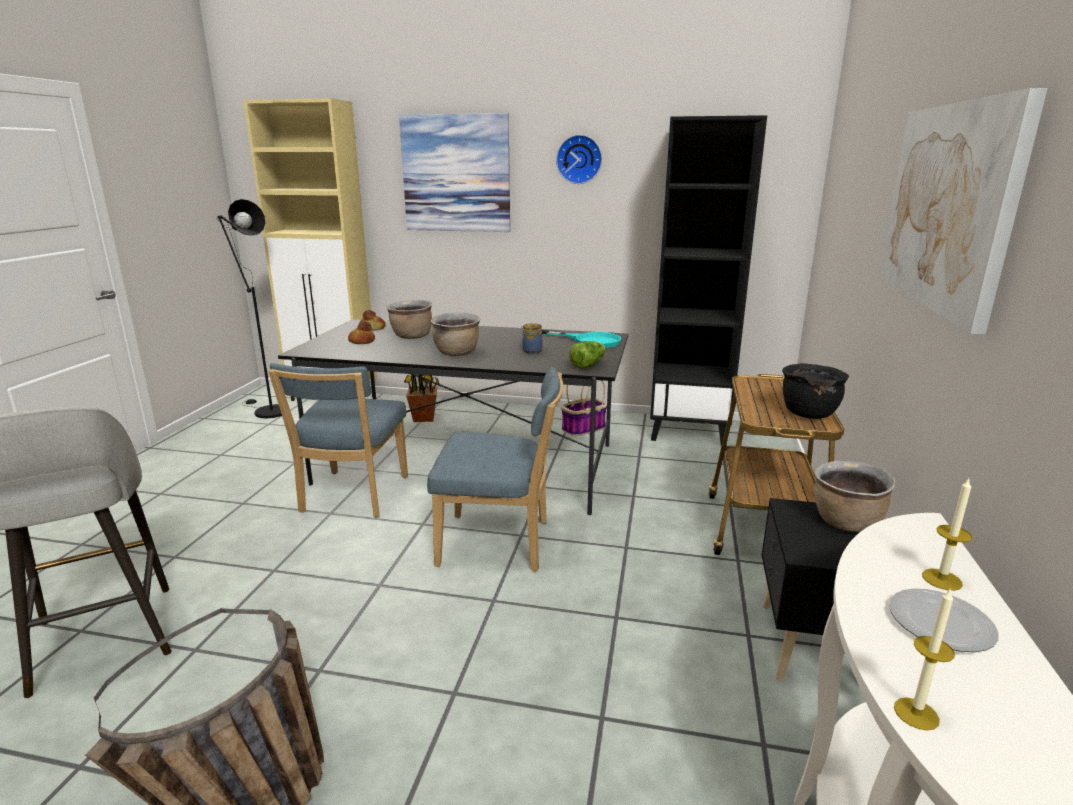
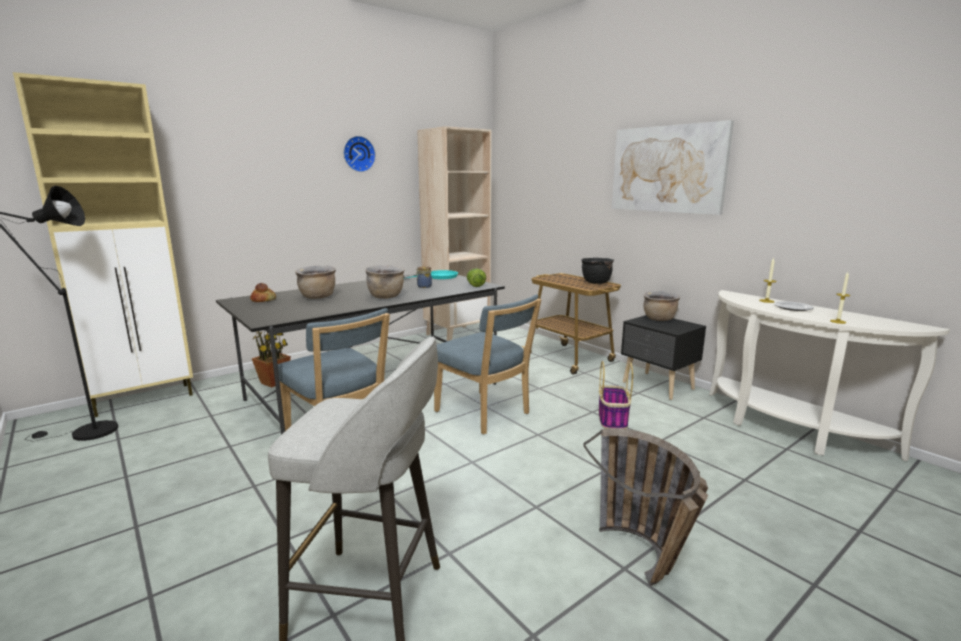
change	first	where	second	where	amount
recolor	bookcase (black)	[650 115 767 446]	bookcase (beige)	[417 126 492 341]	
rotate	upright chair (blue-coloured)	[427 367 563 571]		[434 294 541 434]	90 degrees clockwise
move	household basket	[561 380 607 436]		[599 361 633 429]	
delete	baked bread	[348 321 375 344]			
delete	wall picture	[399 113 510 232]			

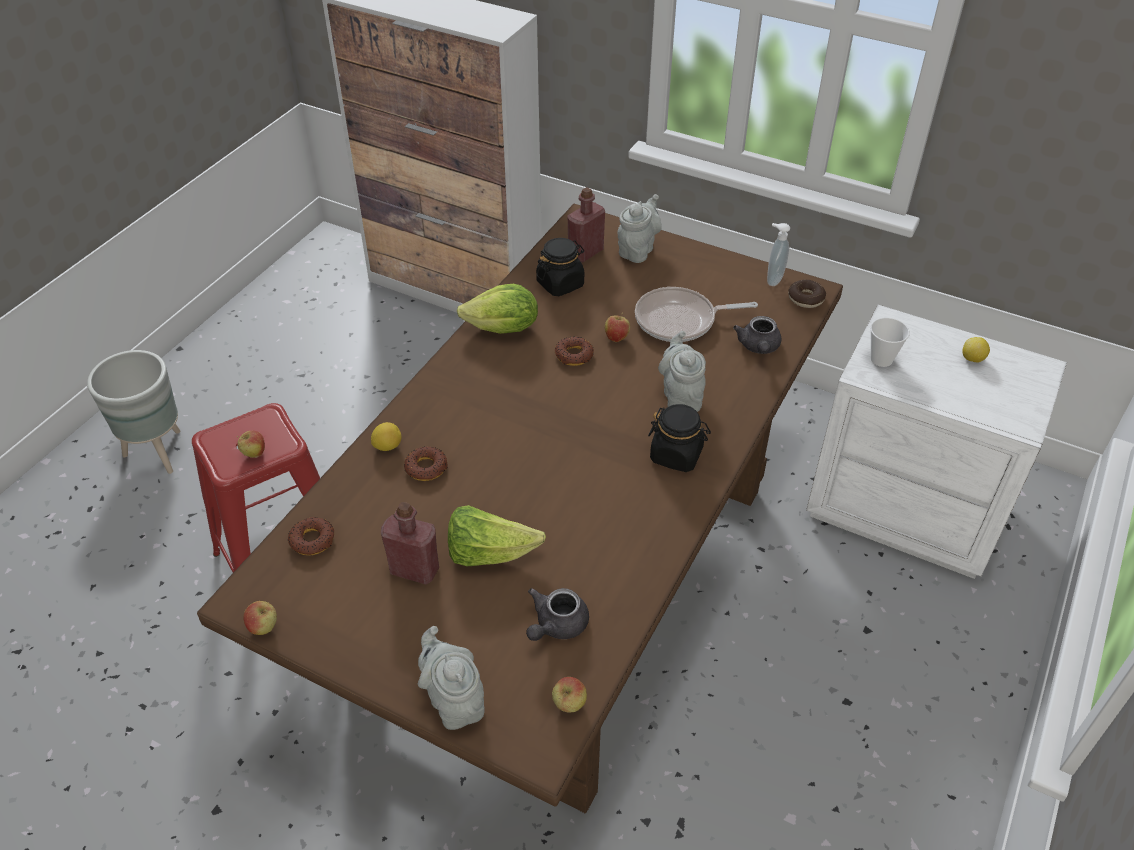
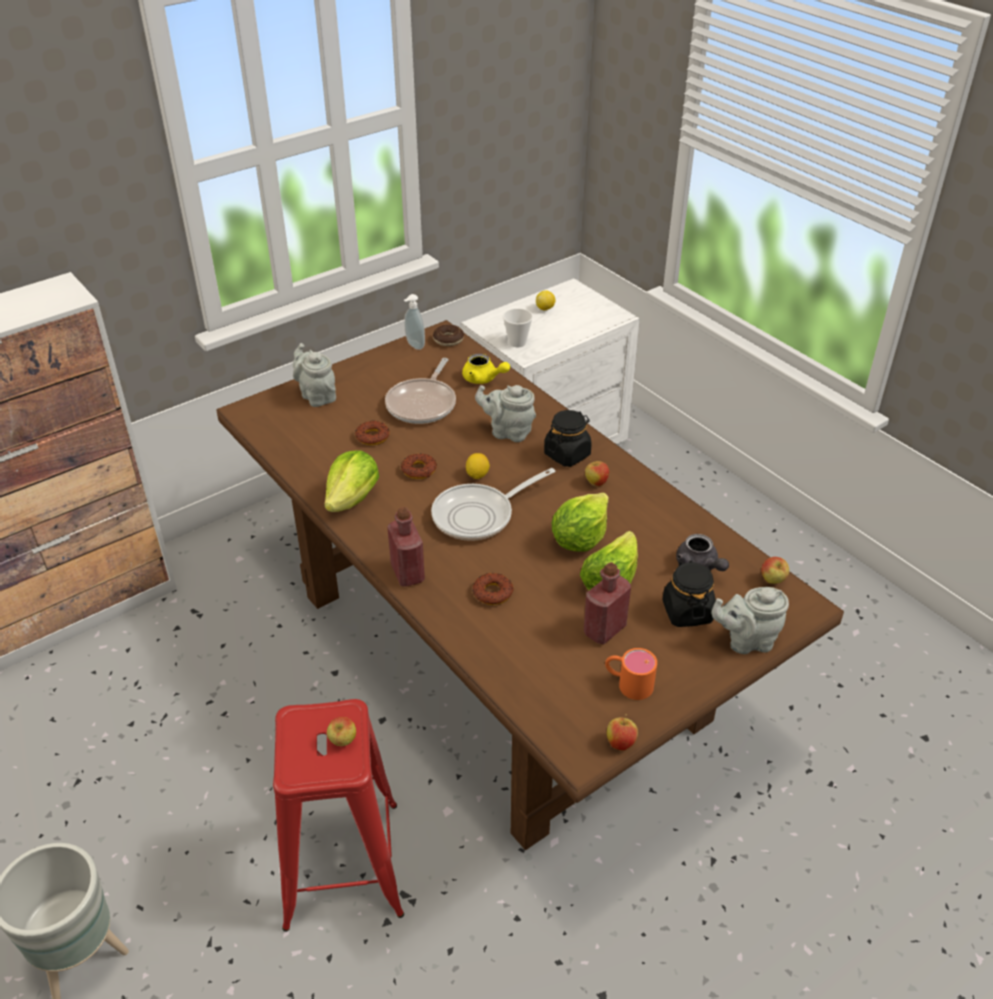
change	first	where	second	where	amount
move	ring doughnut	[288 517 334 555]		[355 420 390 445]	
move	drink bottle (red)	[568 187 605 262]		[387 507 425 587]	
insert			pan	[431 468 555 541]	
recolor	teapot (greyish)	[733 316 781 354]	teapot (yellow)	[462 354 510 384]	
move	whole lemon	[371 422 402 451]		[466 453 490 479]	
insert			lettuce	[552 493 609 551]	
move	whole apple	[605 312 630 342]		[585 459 609 487]	
insert			tea mug (orangey)	[605 648 657 700]	
move	jar (black)	[536 238 584 296]		[662 561 716 627]	

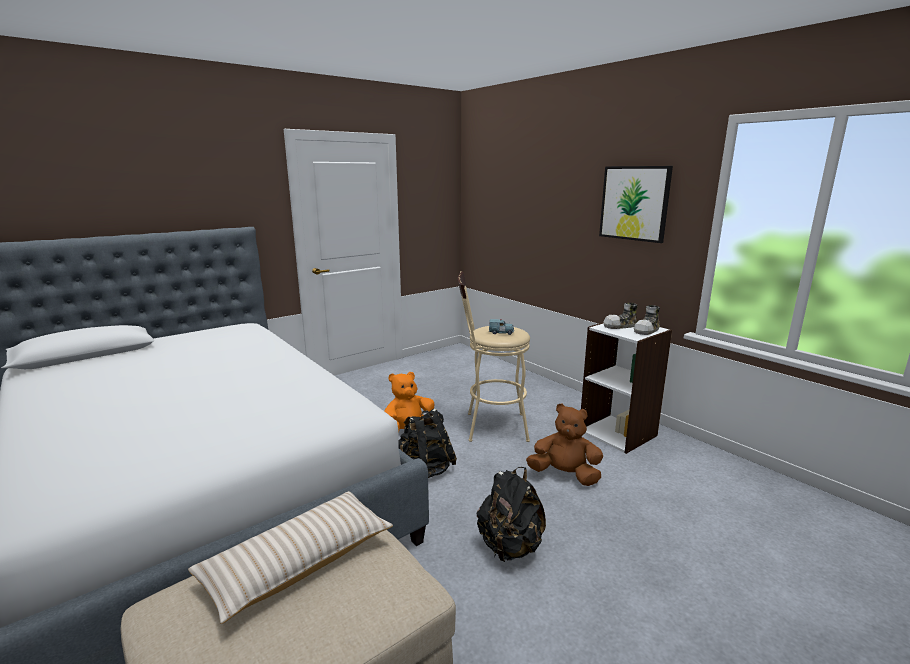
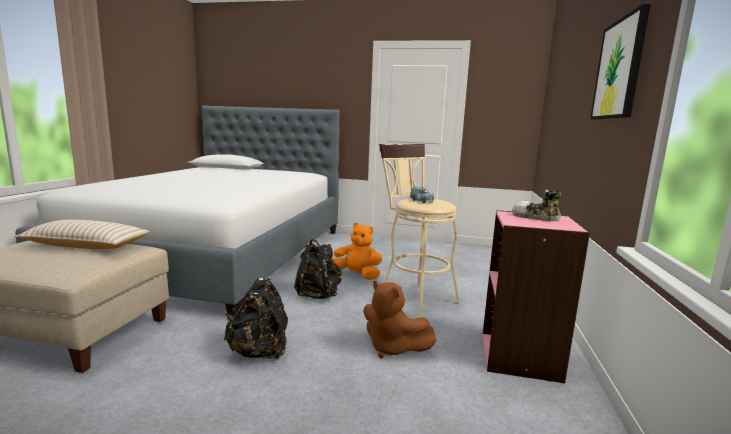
change	first	where	second	where	amount
rotate	soft toy (brown)	[526 404 603 486]		[363 280 436 358]	150 degrees clockwise
recolor	bookcase (white-coloured)	[581 323 672 454]	bookcase (pink)	[482 210 590 383]	
delete	low shoe	[634 305 660 335]			

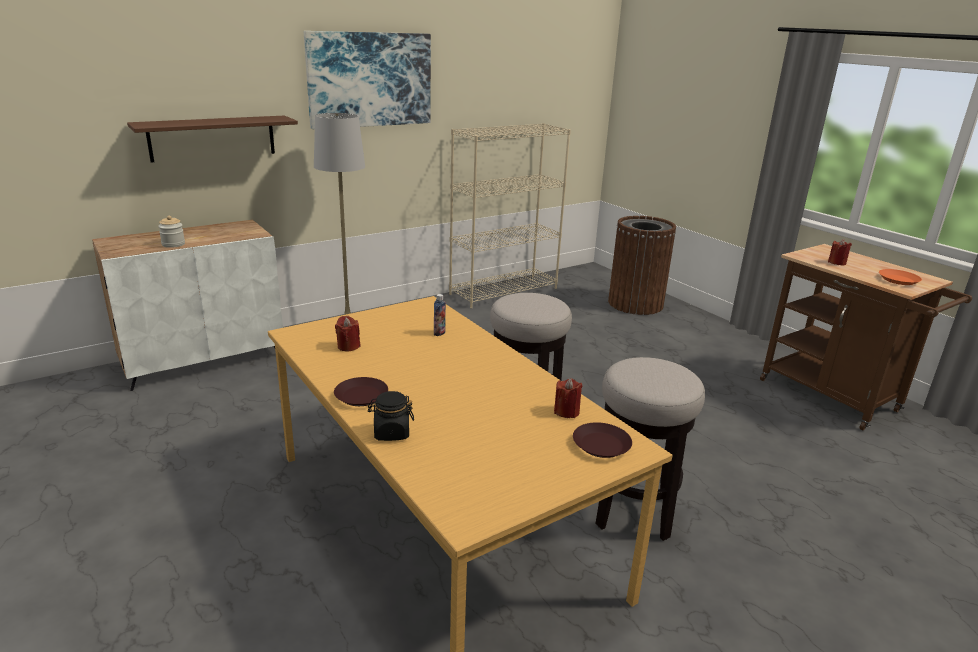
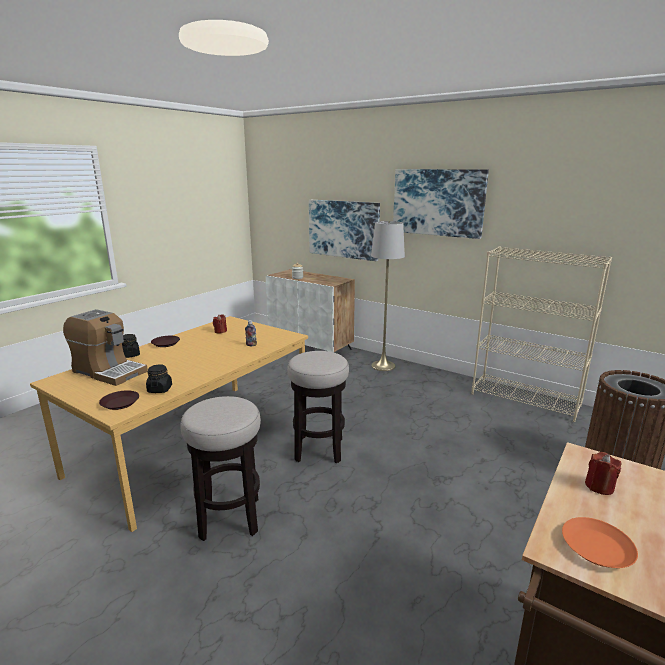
change	first	where	second	where	amount
insert			coffee maker	[63 309 148 386]	
replace	wax candle (red)	[554 378 583 418]	jar (black)	[146 364 172 393]	
replace	bracket shelf (brown)	[127 116 298 163]	wall picture	[309 200 380 261]	

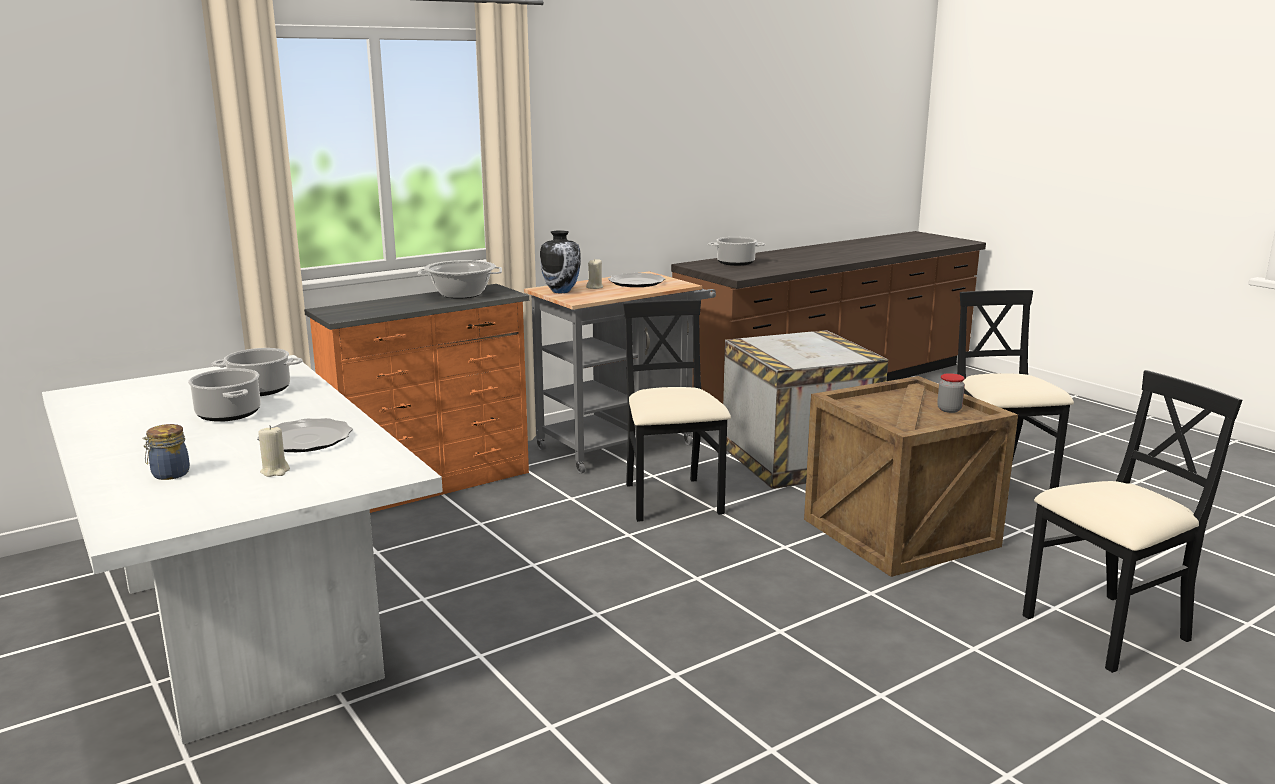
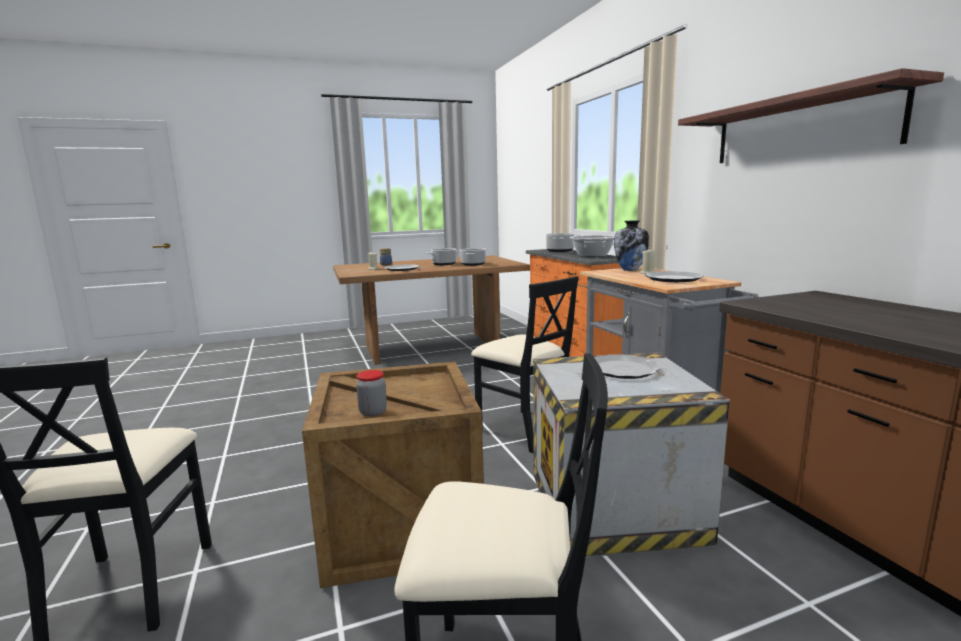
change	first	where	second	where	amount
recolor	dining table (white-coloured)	[42 355 443 744]	dining table (brown)	[333 255 530 365]	
rotate	upright chair (black)	[623 300 731 522]		[471 276 579 453]	45 degrees clockwise
move	cooking pot	[708 237 765 266]		[546 233 575 252]	
insert			flat dish	[595 354 661 379]	
insert			bracket shelf	[678 68 944 163]	

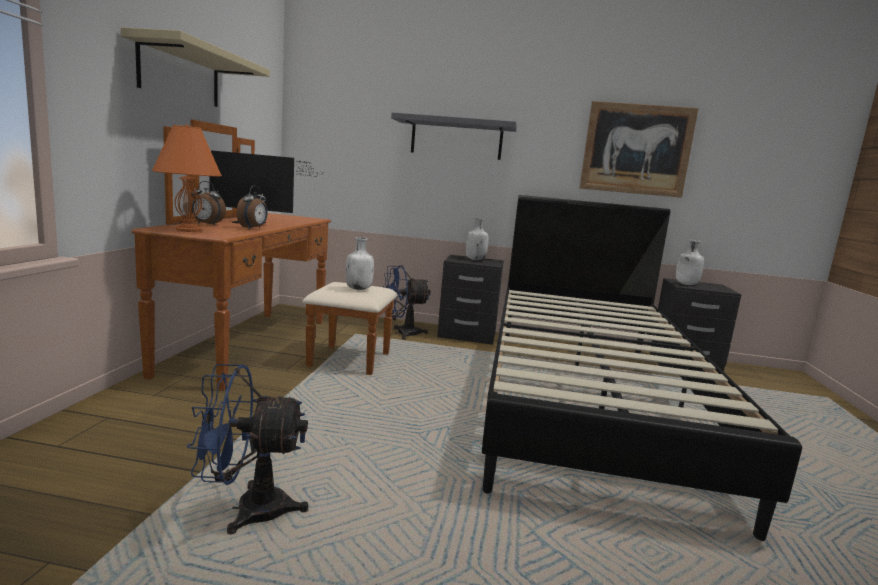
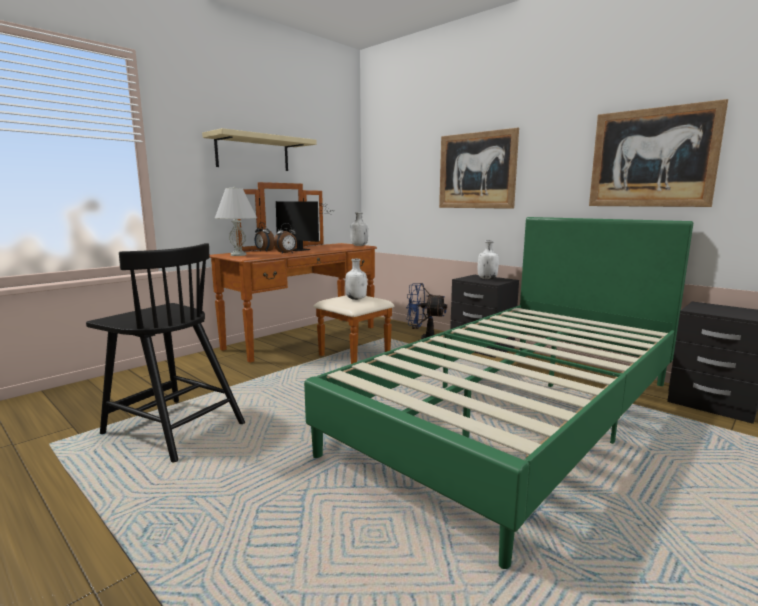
change	first	where	second	where	amount
replace	electric fan (blue-coloured)	[187 364 308 535]	upright chair (black)	[86 243 245 462]	
recolor	tabletop lamp (orangey)	[152 124 222 232]	tabletop lamp (white-coloured)	[215 187 257 256]	
recolor	bed (black)	[482 195 802 541]	bed (greenish)	[304 217 693 569]	
move	drink bottle (white-coloured)	[676 240 704 285]		[350 212 368 246]	
replace	bracket shelf (greyish)	[391 112 517 160]	wall picture	[439 127 519 209]	

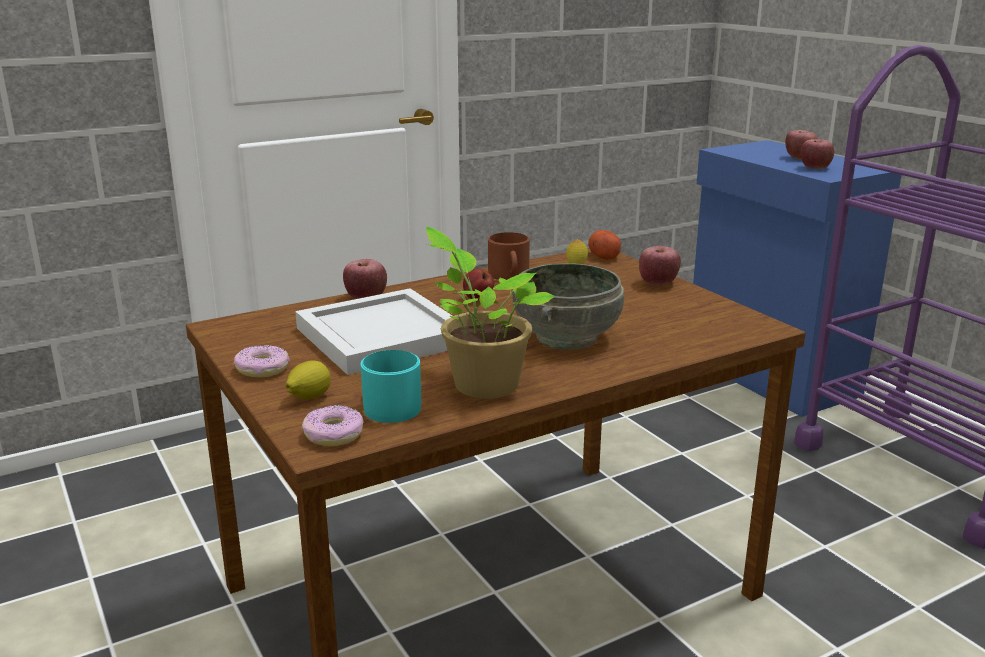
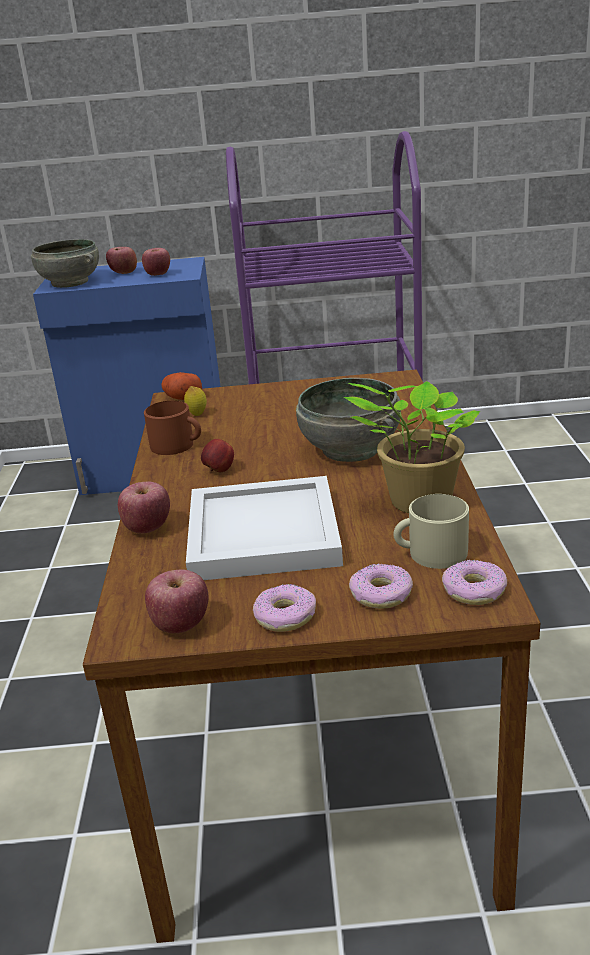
change	first	where	second	where	amount
insert			deep dish (greyish)	[31 239 99 288]	
move	whole apple	[639 246 681 286]		[145 569 208 633]	
replace	whole lemon	[285 360 331 400]	ring doughnut	[349 564 413 609]	
recolor	tea mug (blue-green)	[361 350 421 423]	tea mug (beige)	[393 494 469 569]	

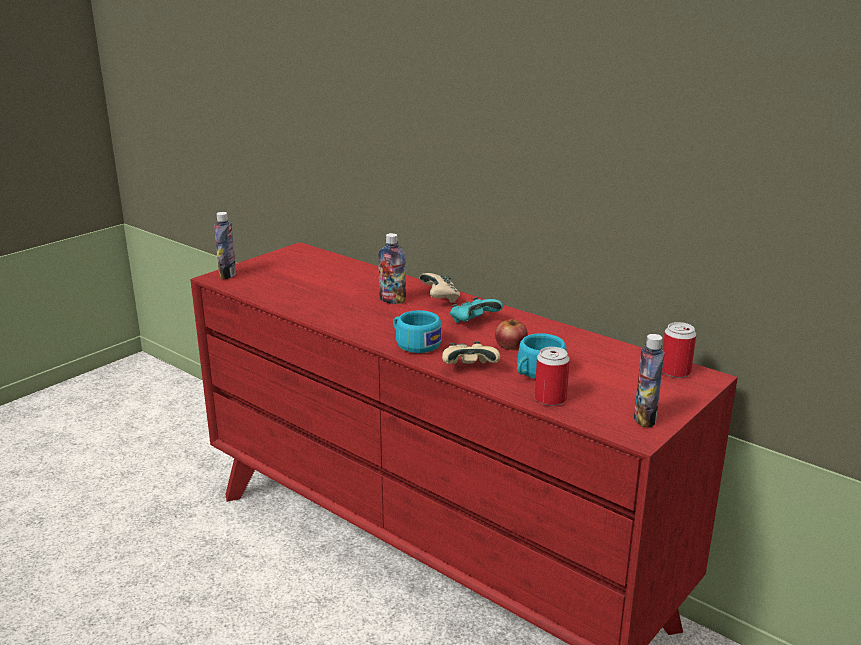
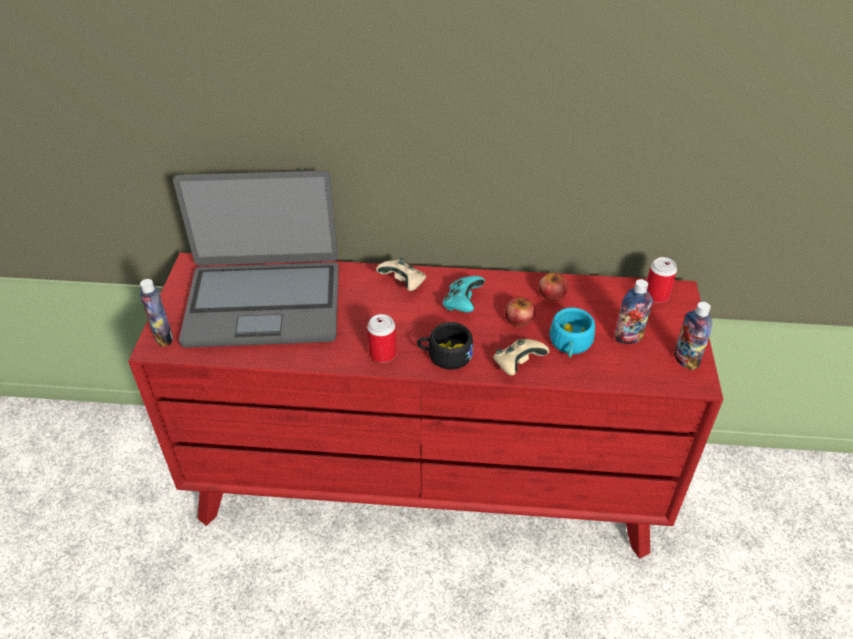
change	first	where	second	where	amount
insert			laptop	[173 170 339 348]	
move	can	[535 347 570 406]		[367 314 396 363]	
recolor	small cup (blue-green)	[393 310 442 353]	small cup (black)	[417 322 473 370]	
insert			whole apple	[538 273 568 301]	
move	drink bottle	[378 233 406 304]		[614 279 653 344]	

